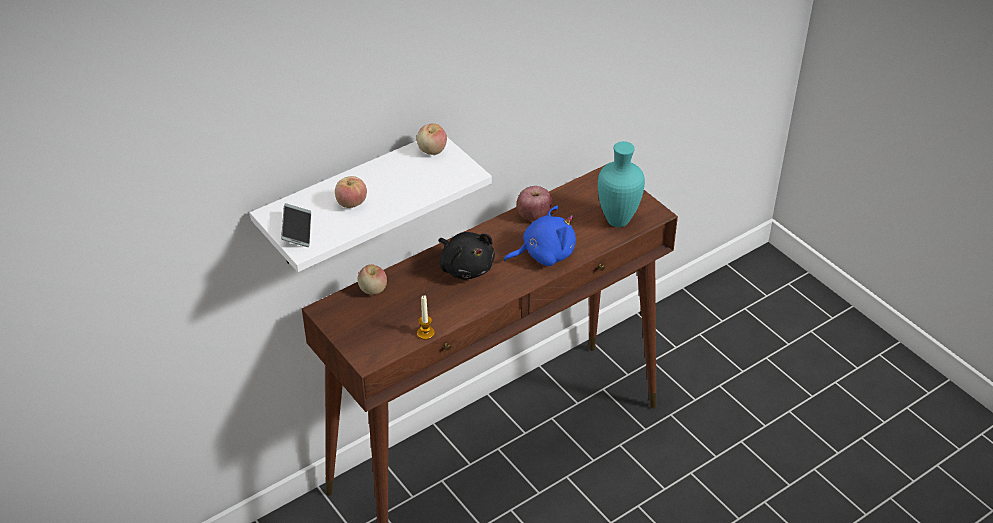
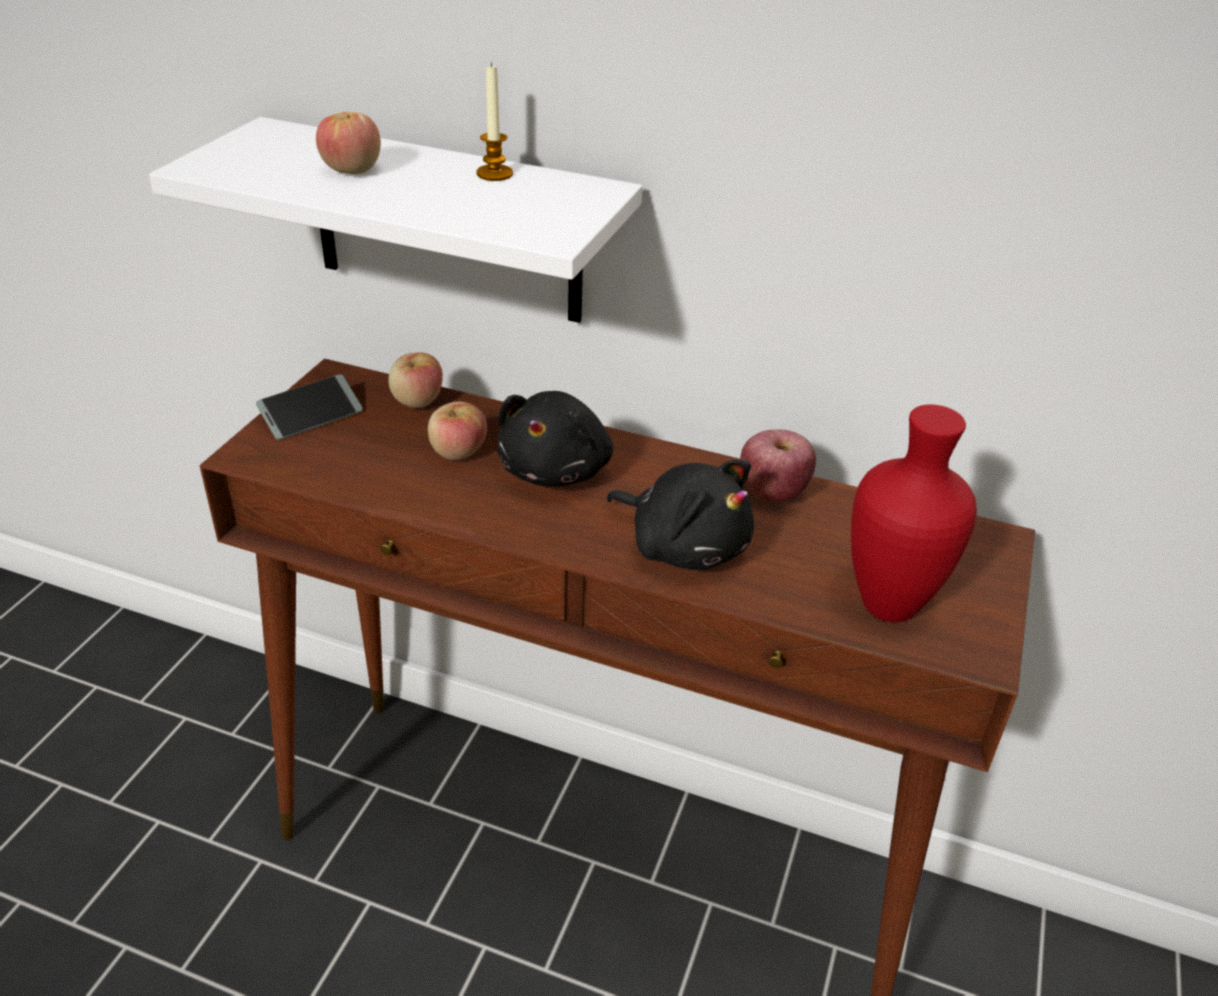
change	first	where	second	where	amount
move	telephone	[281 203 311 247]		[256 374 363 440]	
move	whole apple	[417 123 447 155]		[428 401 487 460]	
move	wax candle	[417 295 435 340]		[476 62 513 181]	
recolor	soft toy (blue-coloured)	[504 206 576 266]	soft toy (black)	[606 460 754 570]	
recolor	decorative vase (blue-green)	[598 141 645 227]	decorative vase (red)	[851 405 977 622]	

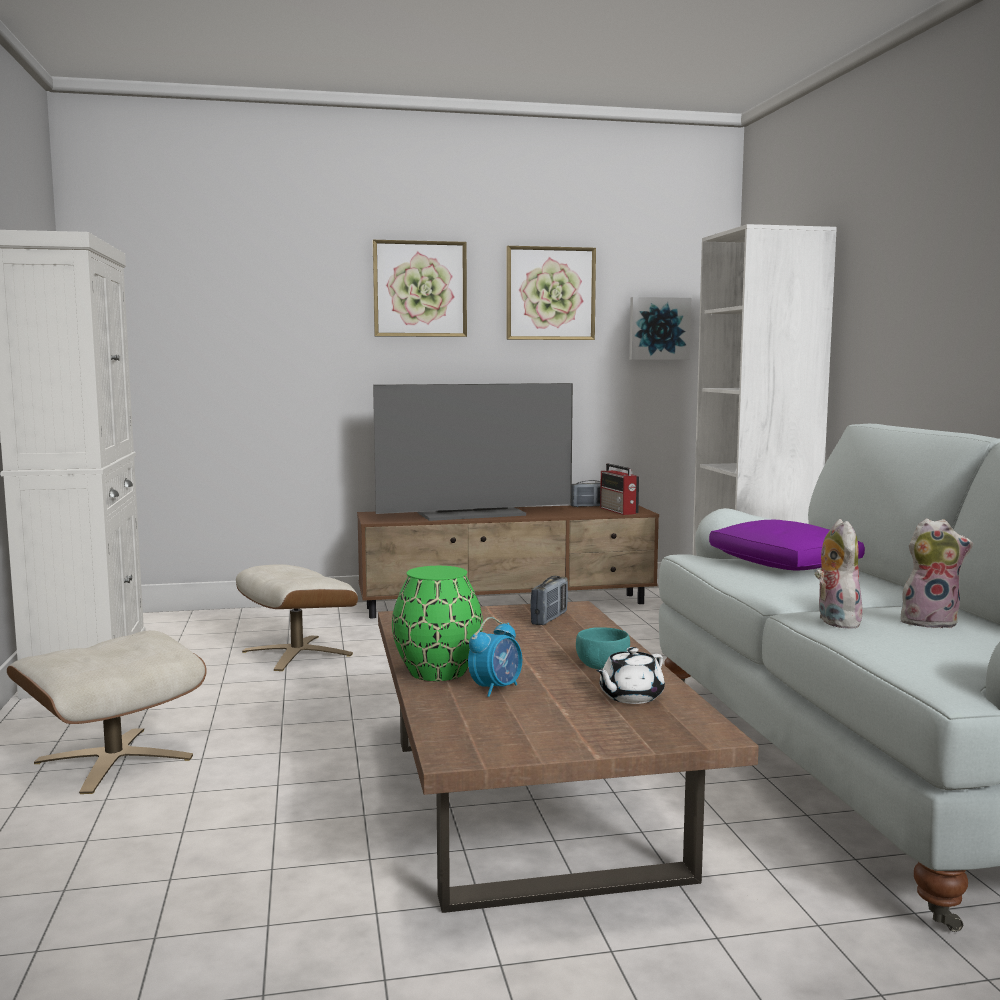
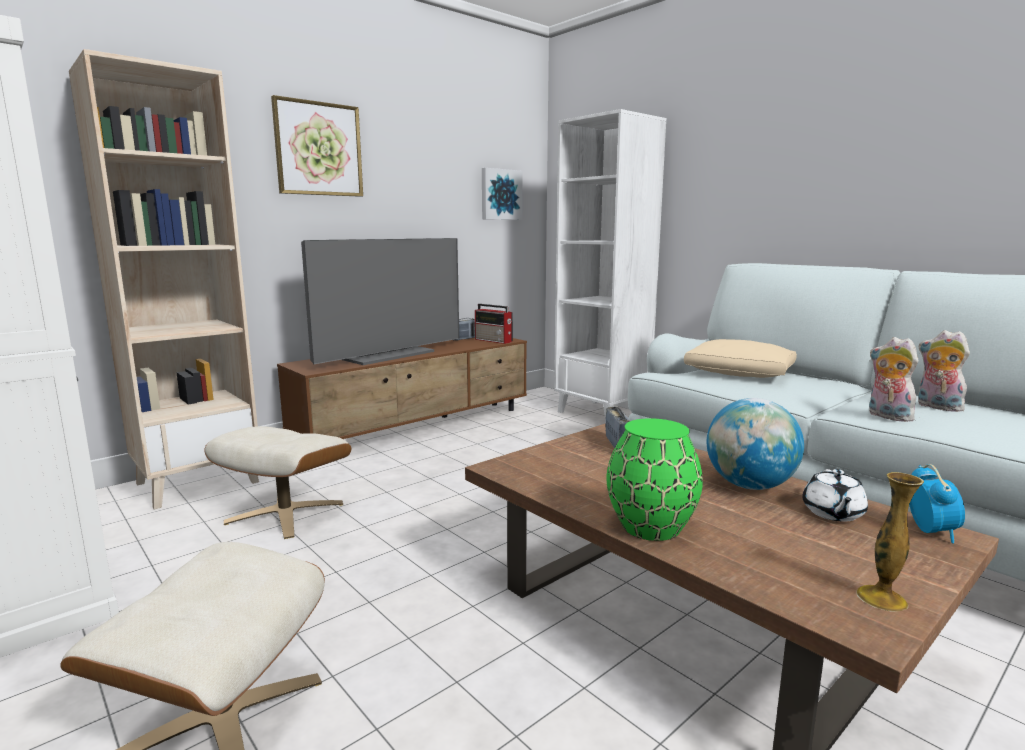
change	first	where	second	where	amount
insert			bookcase (beige)	[69 49 259 509]	
recolor	throw pillow (purple)	[709 520 865 571]	throw pillow (beige)	[684 339 797 378]	
replace	deep dish (blue-green)	[576 627 630 669]	desk globe	[707 398 804 490]	
insert			decorative vase	[856 472 924 612]	
move	alarm clock	[468 617 522 697]		[909 464 965 543]	
rotate	soft toy	[900 518 973 628]		[918 330 970 412]	105 degrees counterclockwise
delete	wall picture	[506 246 596 340]			

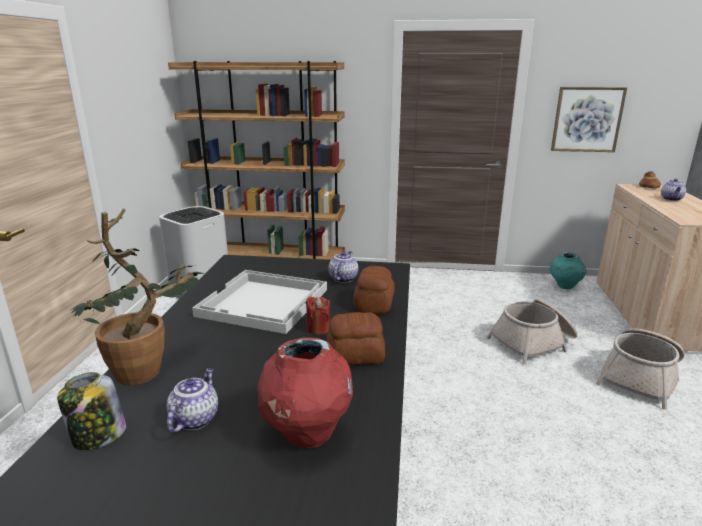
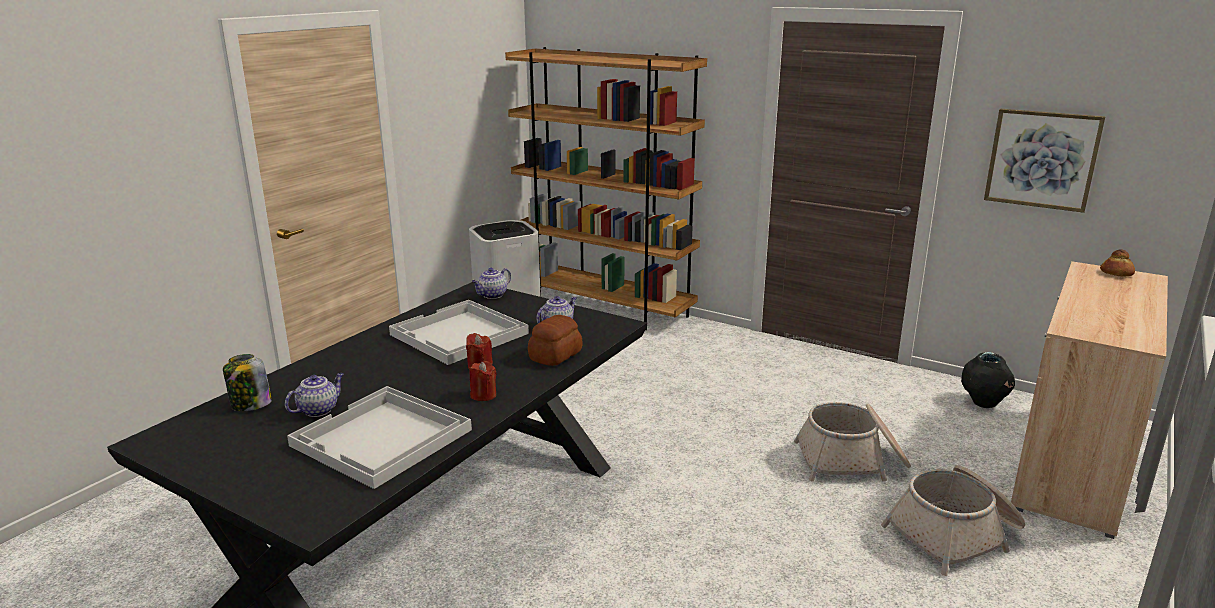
change	first	where	second	where	amount
replace	decorative vase (red)	[257 337 353 448]	tray (white-coloured)	[287 386 472 489]	
replace	baked bread	[327 312 385 365]	wax candle (red)	[470 361 497 401]	
move	teapot	[661 179 686 201]		[472 268 511 299]	
recolor	decorative vase (blue-green)	[550 252 586 289]	decorative vase (black)	[961 352 1015 408]	
delete	plant in a pot	[71 209 205 385]			

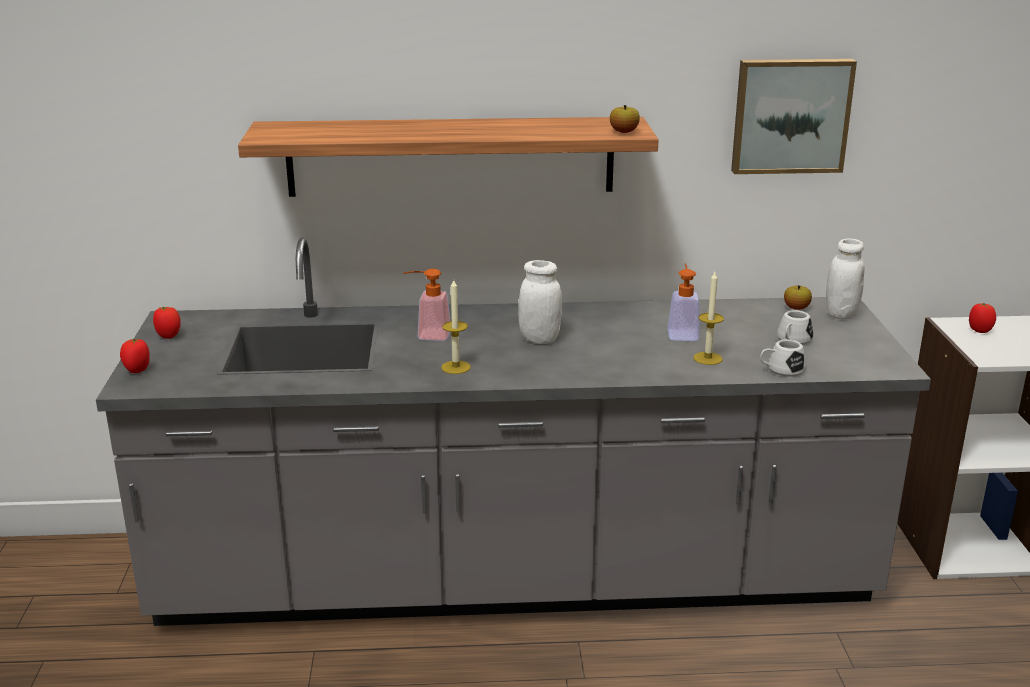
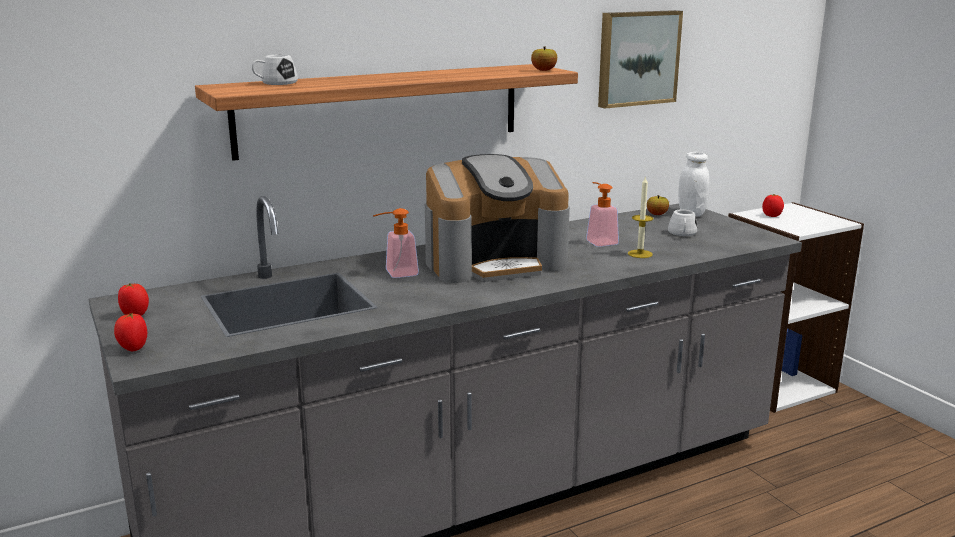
change	first	where	second	where	amount
move	tea mug (white-coloured)	[760 339 806 377]		[252 54 298 85]	
replace	jar (white-coloured)	[518 260 562 344]	coffee maker	[425 154 570 283]	
delete	wax candle	[441 280 471 374]			

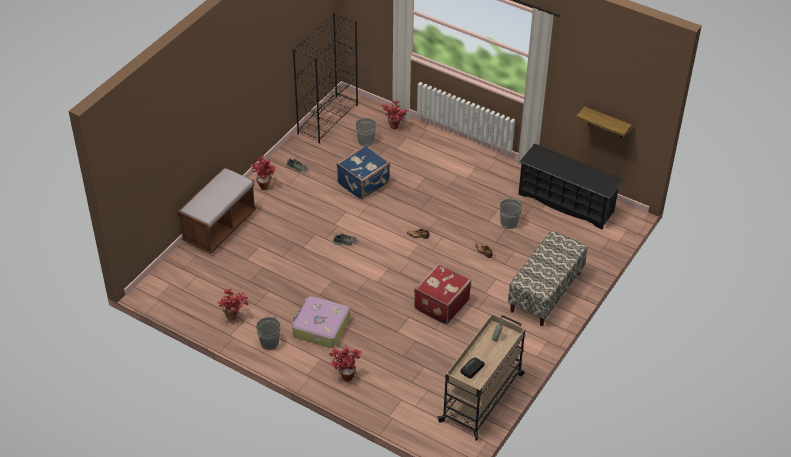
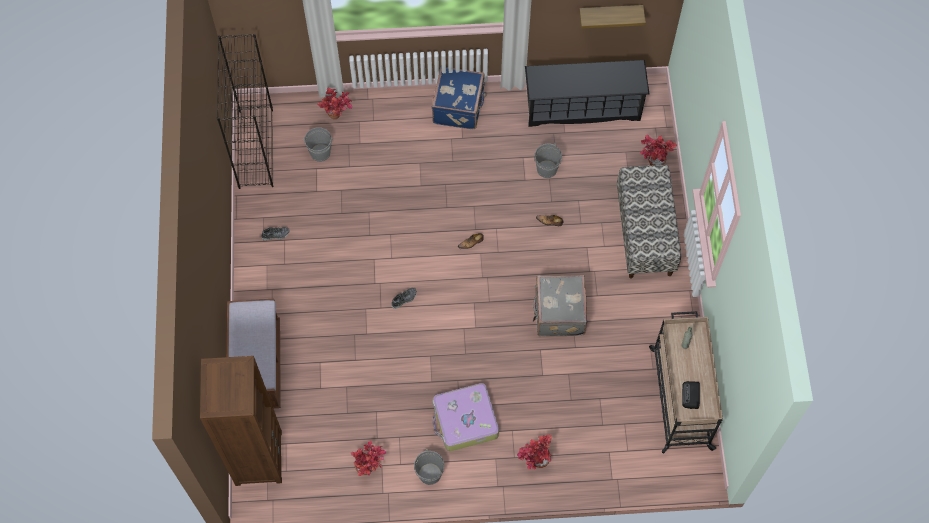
change	first	where	second	where	amount
insert			bookcase (brown)	[200 356 282 486]	
move	piece of luggage (blue-coloured)	[337 145 390 200]		[432 67 487 129]	
recolor	piece of luggage (red)	[414 263 472 325]	piece of luggage (greyish)	[533 275 587 337]	
move	plant in a pot	[250 156 275 190]		[640 135 677 165]	

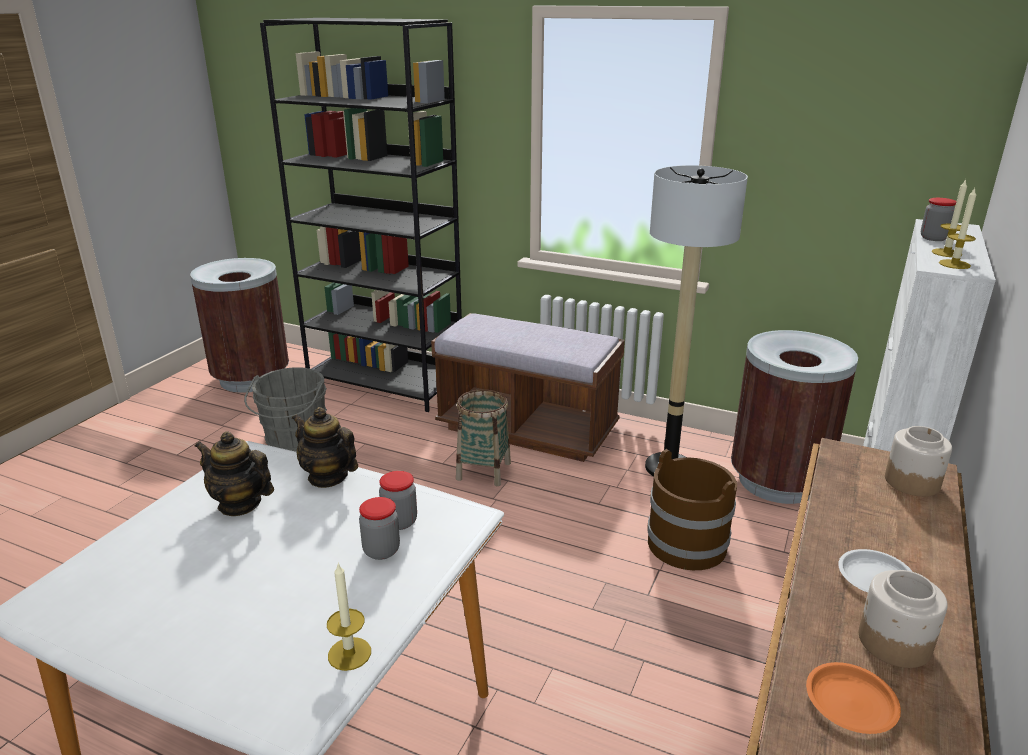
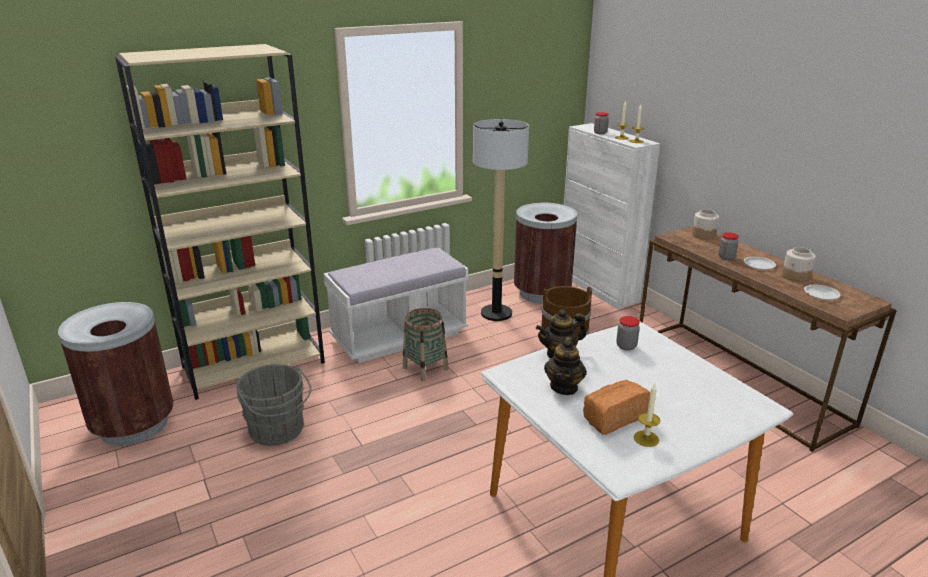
change	first	where	second	where	amount
recolor	bookcase (black)	[260 18 462 412]	bookcase (beige)	[115 44 325 400]	
recolor	indoor bench (brown)	[431 313 625 462]	indoor bench (white-coloured)	[324 247 468 363]	
rotate	teapot	[195 431 274 516]		[544 337 587 395]	45 degrees counterclockwise
insert			baked bread	[583 380 650 435]	
move	wax candle	[327 562 371 671]		[634 383 660 447]	
move	jar	[359 497 400 560]		[718 232 739 260]	
recolor	flat dish (orangey)	[806 662 901 734]	flat dish (white-coloured)	[804 285 841 300]	

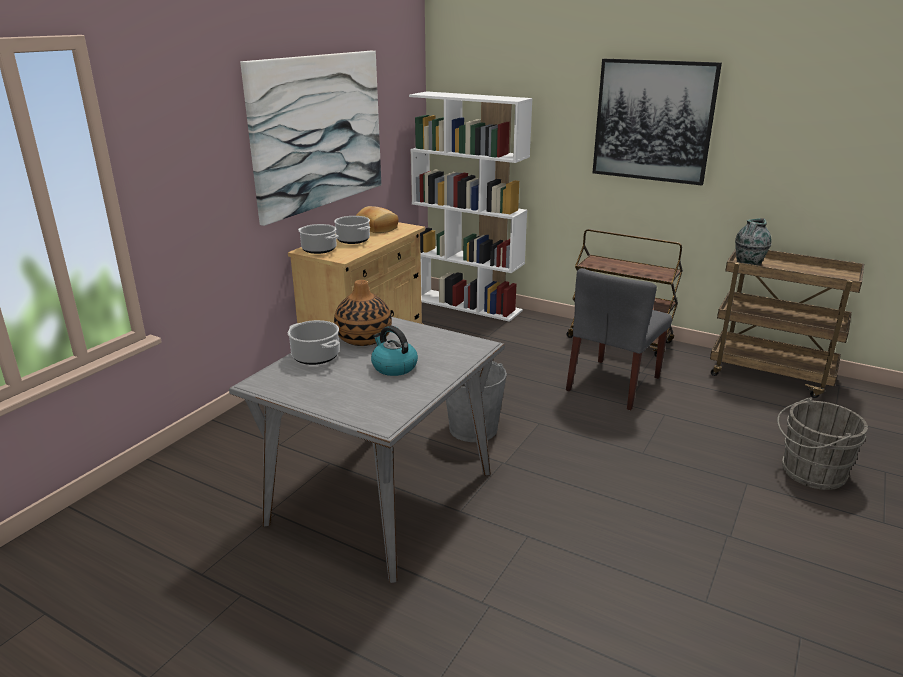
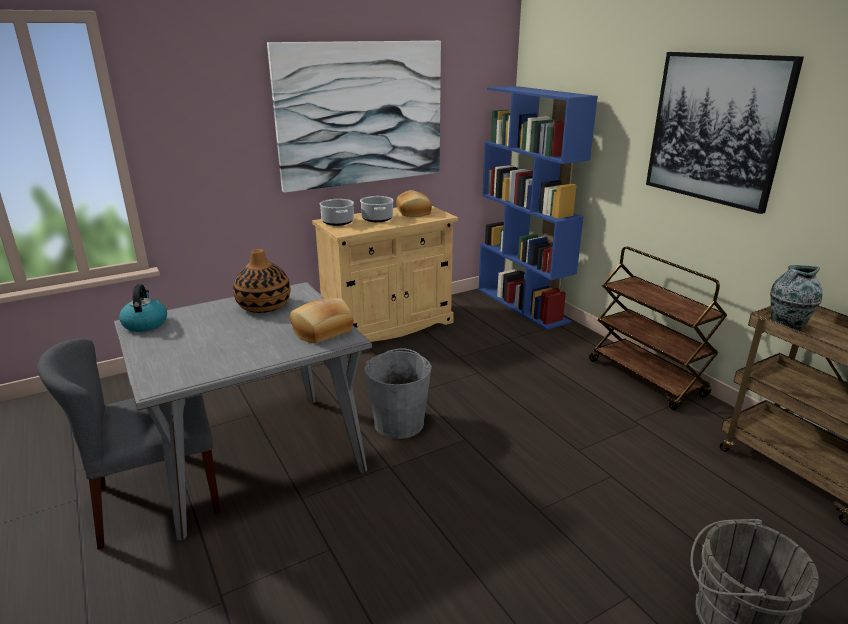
change	first	where	second	where	amount
move	upright chair (greyish)	[566 268 672 410]		[37 338 221 550]	
move	water kettle	[371 326 418 376]		[119 284 167 332]	
insert			baked bread	[290 298 354 343]	
recolor	bookcase (white-coloured)	[409 91 533 322]	bookcase (blue-coloured)	[478 86 598 330]	
delete	cooking pot	[288 320 339 365]			

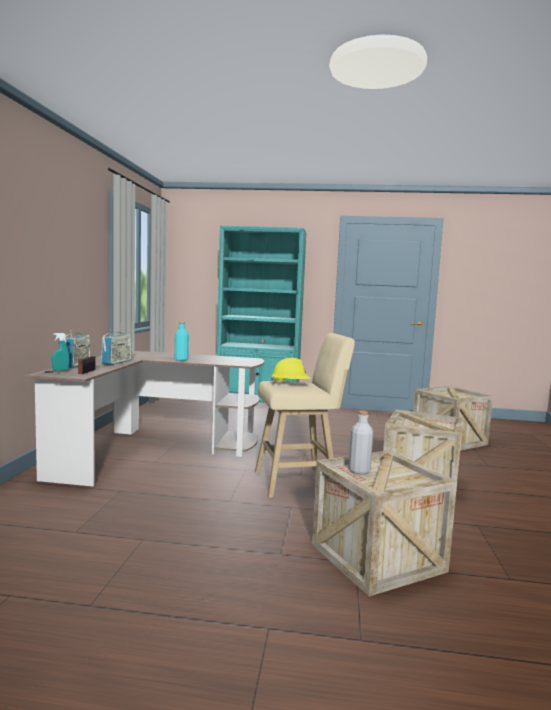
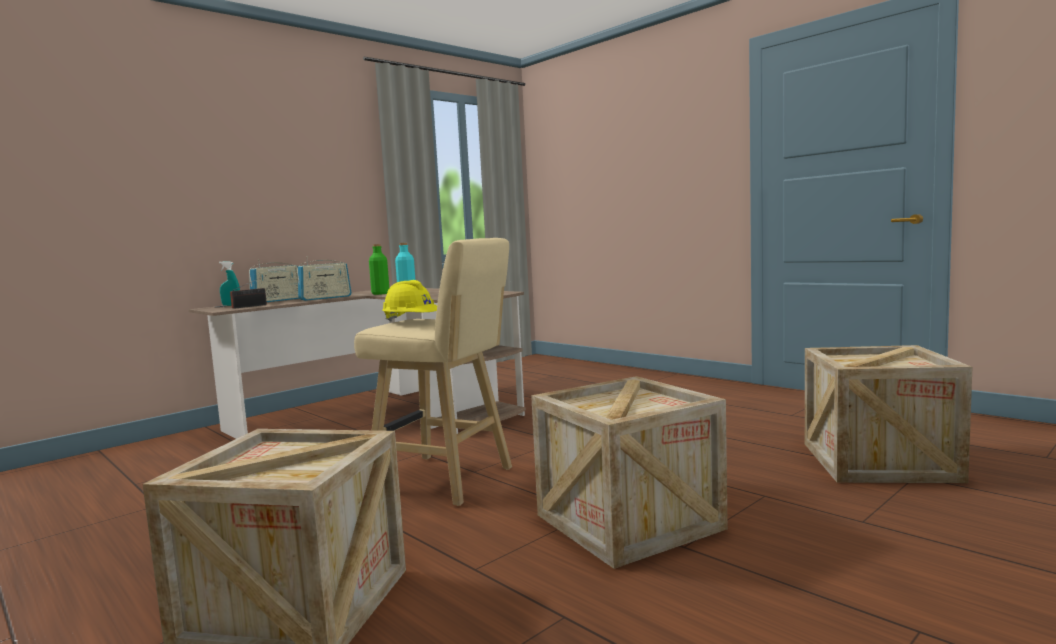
change	first	where	second	where	amount
insert			drink bottle (greenish)	[369 244 389 295]	
delete	bookcase (blue-green)	[217 226 307 402]			
delete	drink bottle (greyish)	[349 411 373 475]			

